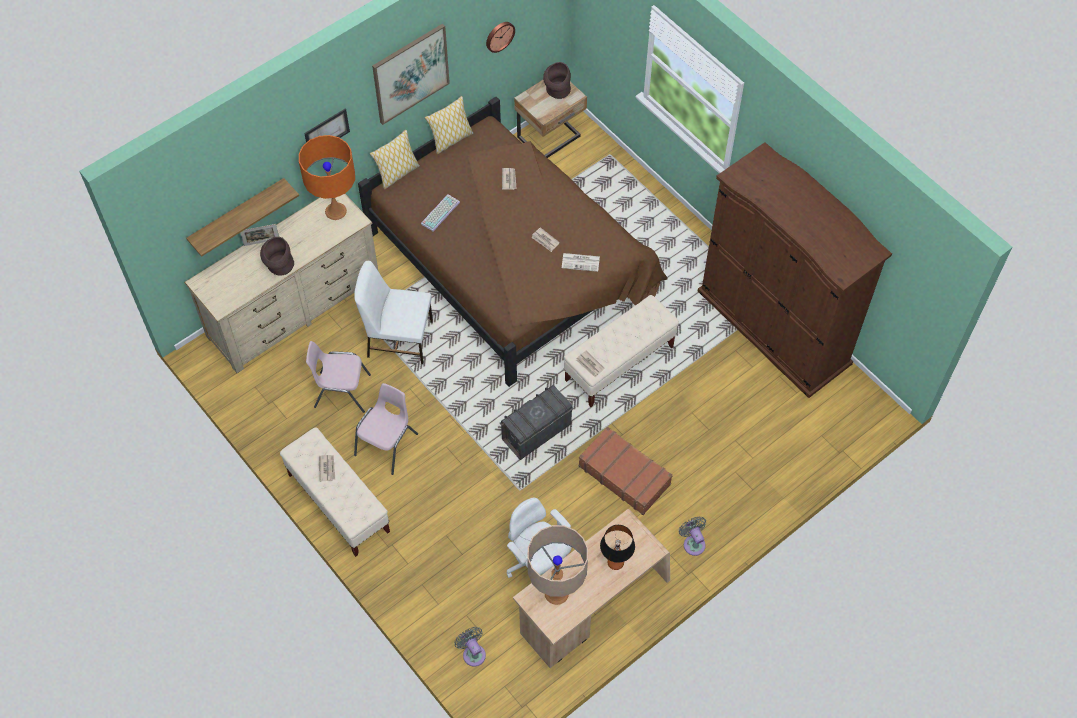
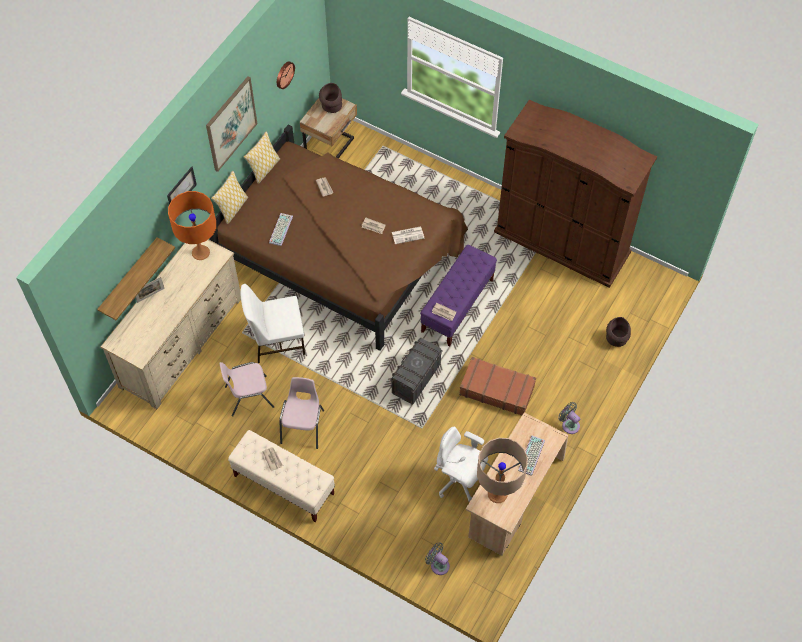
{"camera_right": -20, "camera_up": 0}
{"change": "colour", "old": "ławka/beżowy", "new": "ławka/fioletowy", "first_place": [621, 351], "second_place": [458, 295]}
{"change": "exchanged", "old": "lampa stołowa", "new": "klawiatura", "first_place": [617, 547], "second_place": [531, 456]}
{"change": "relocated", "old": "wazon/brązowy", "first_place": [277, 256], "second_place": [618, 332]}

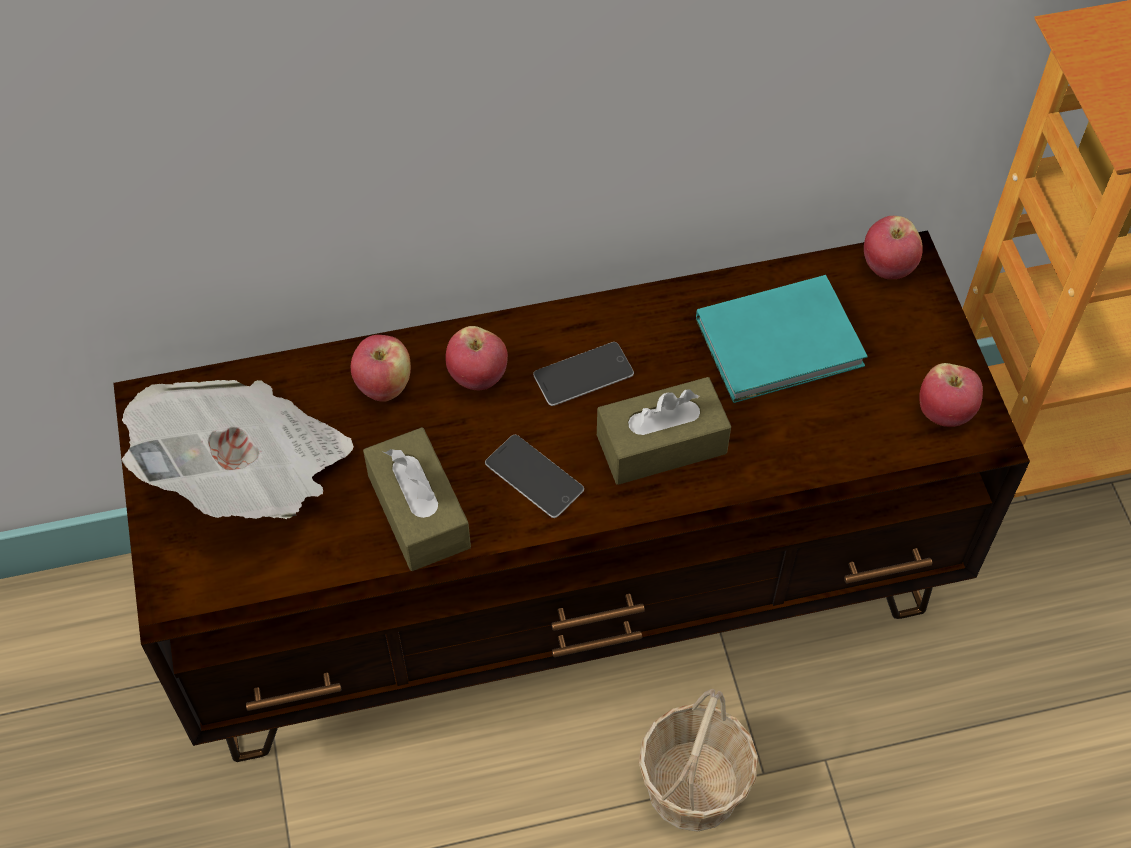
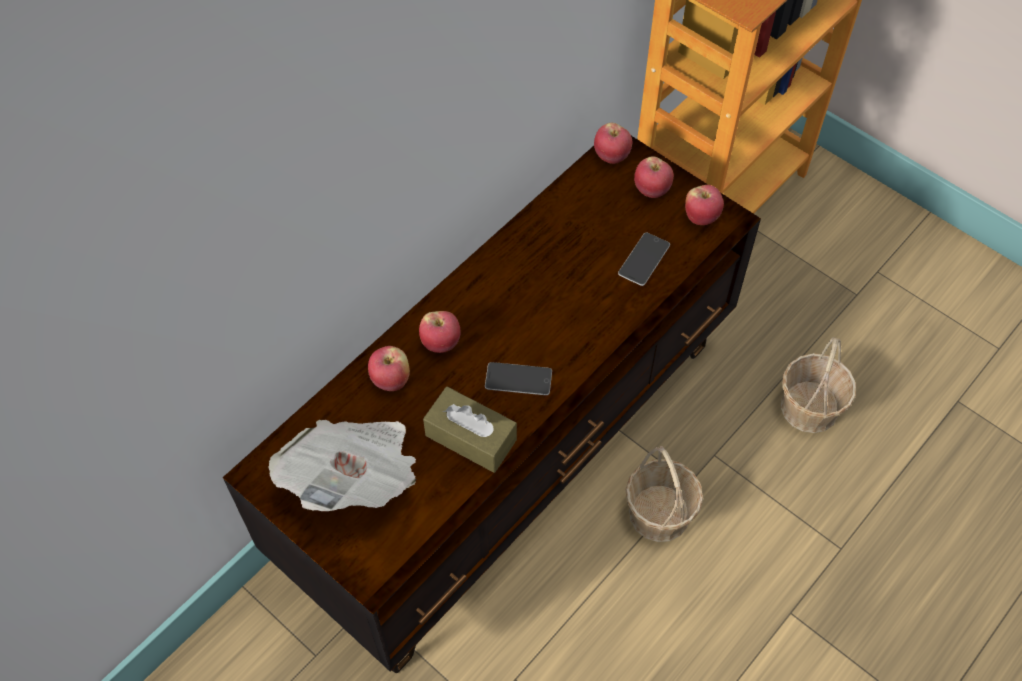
{"camera_right": -35, "camera_up": 0}
{"change": "relocated", "old": "telefon", "first_place": [583, 374], "second_place": [644, 259]}
{"change": "appeared", "new": "jabłko", "second_place": [654, 177]}
{"change": "appeared", "new": "koszyk", "second_place": [818, 385]}
{"change": "missing", "old": "pudełko chusteczek/brązowy", "first_place": [664, 431]}
{"change": "missing", "old": "książka/turkusowy", "first_place": [782, 339]}

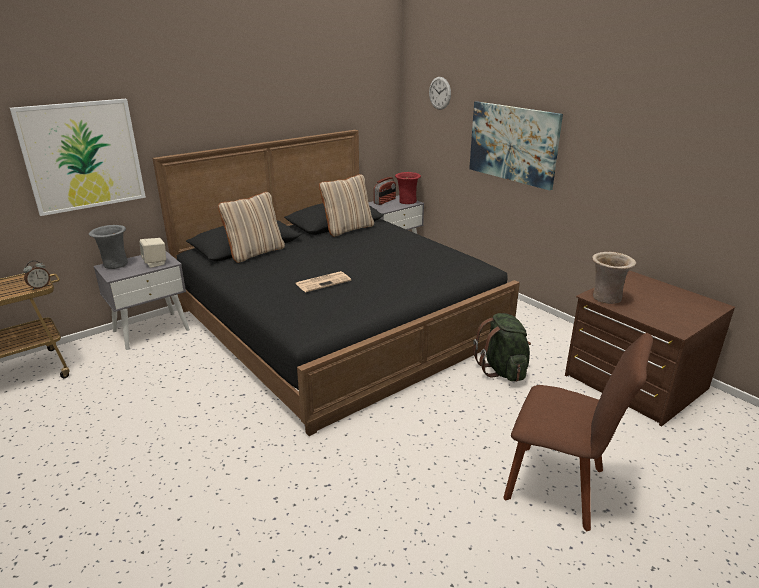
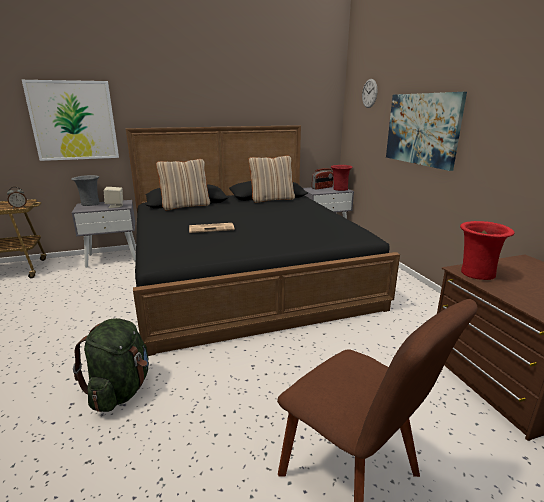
{"camera_right": 20, "camera_up": -5}
{"change": "relocated", "old": "plecak/zielony", "first_place": [502, 347], "second_place": [111, 365]}
{"change": "colour", "old": "wazon/beżowy", "new": "wazon/czerwony", "first_place": [614, 278], "second_place": [487, 250]}

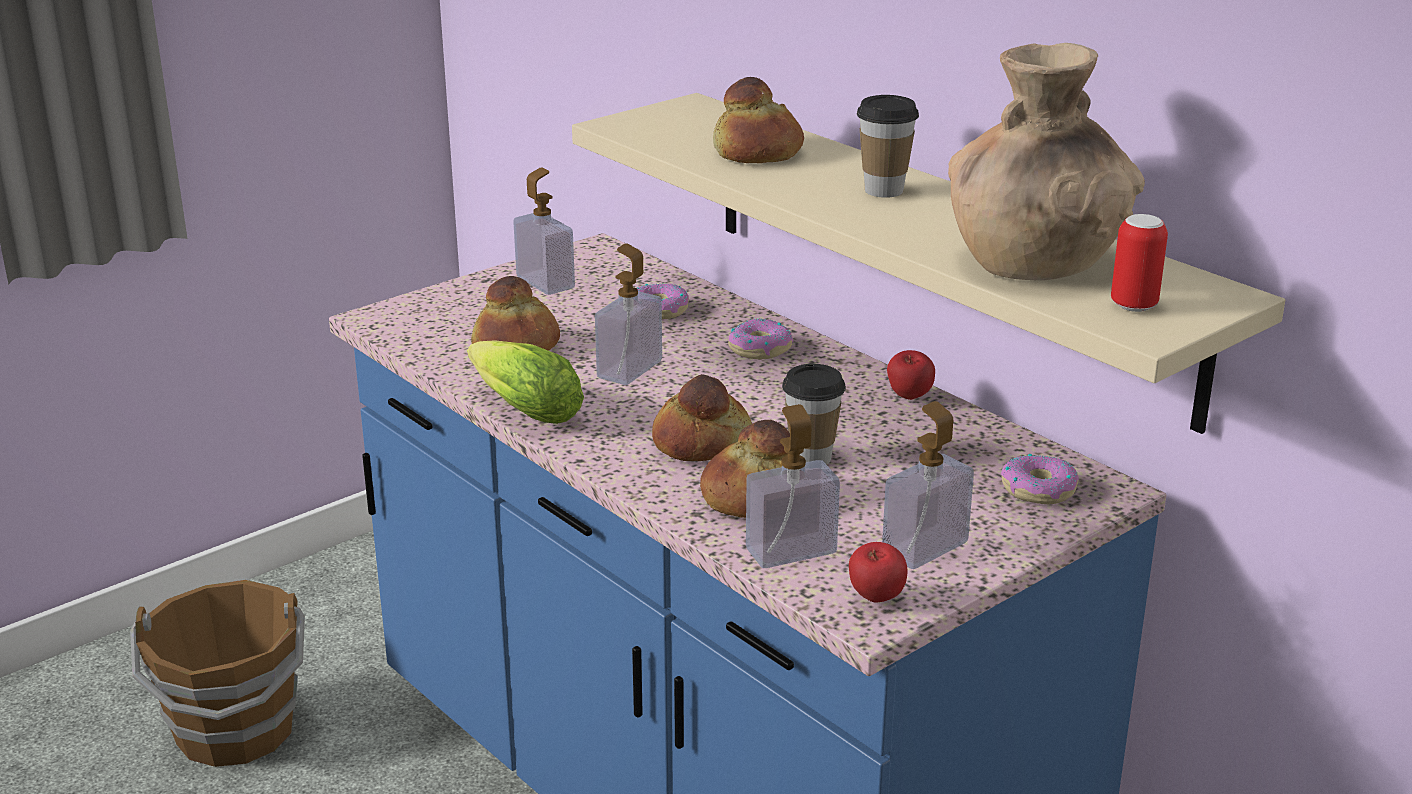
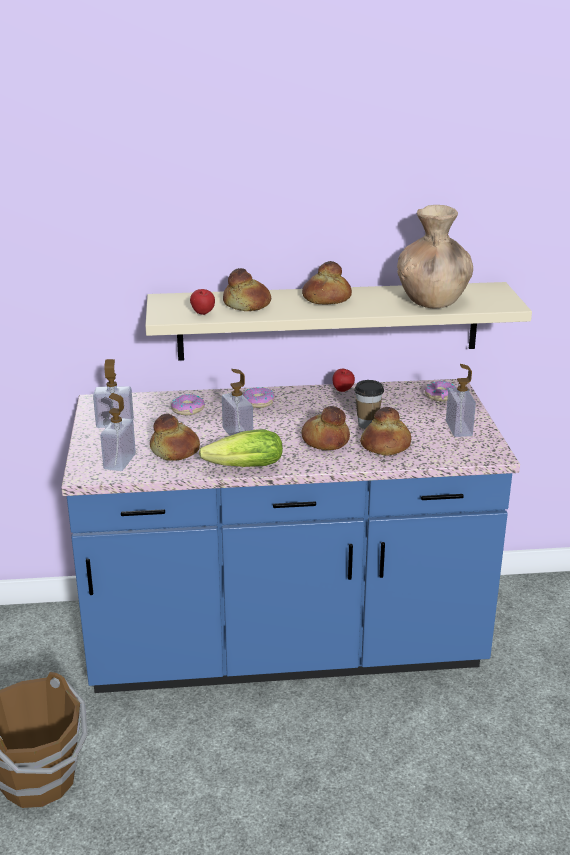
{"camera_right": -55, "camera_up": 0}
{"change": "relocated", "old": "dozownik mydła", "first_place": [793, 486], "second_place": [118, 432]}
{"change": "relocated", "old": "jabłko", "first_place": [878, 572], "second_place": [202, 302]}
{"change": "exchanged", "old": "filiżanka", "new": "chleb", "first_place": [888, 146], "second_place": [327, 282]}
{"change": "missing", "old": "puszka", "first_place": [1139, 263]}

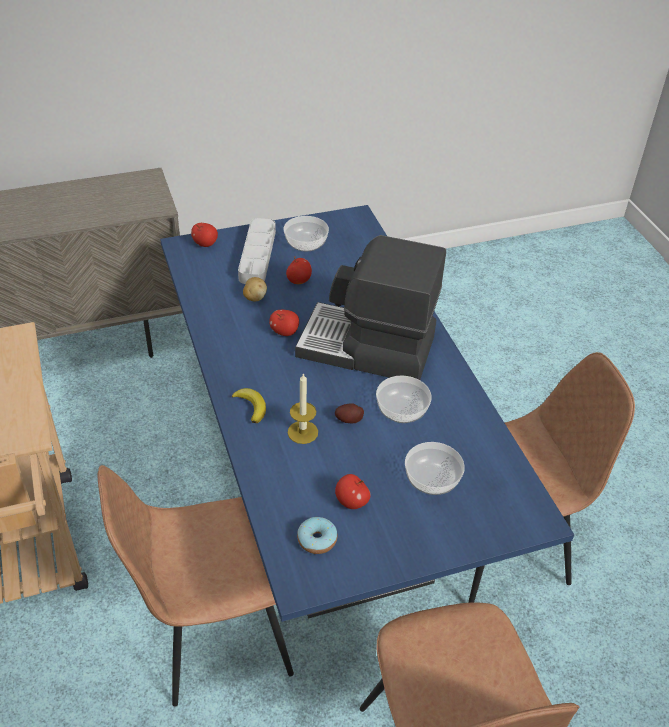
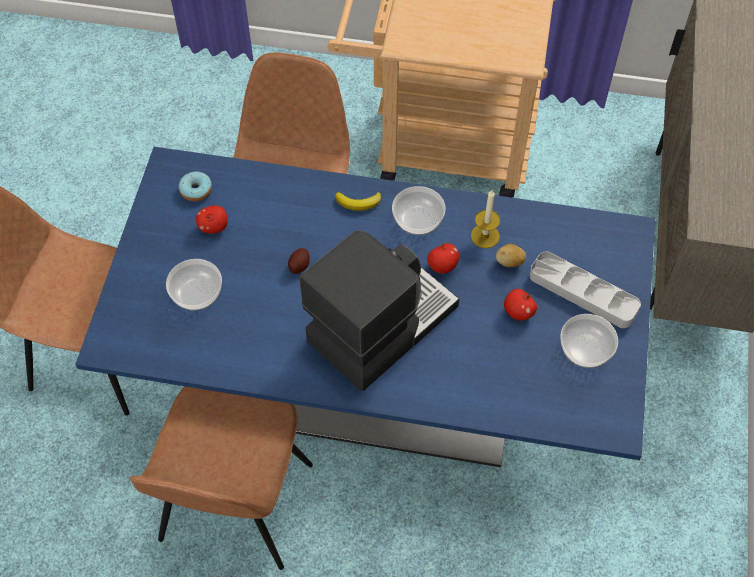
{"camera_right": 120, "camera_up": 15}
{"change": "relocated", "old": "miska", "first_place": [404, 399], "second_place": [419, 210]}
{"change": "relocated", "old": "świeca", "first_place": [303, 408], "second_place": [485, 219]}
{"change": "missing", "old": "jabłko", "first_place": [204, 235]}

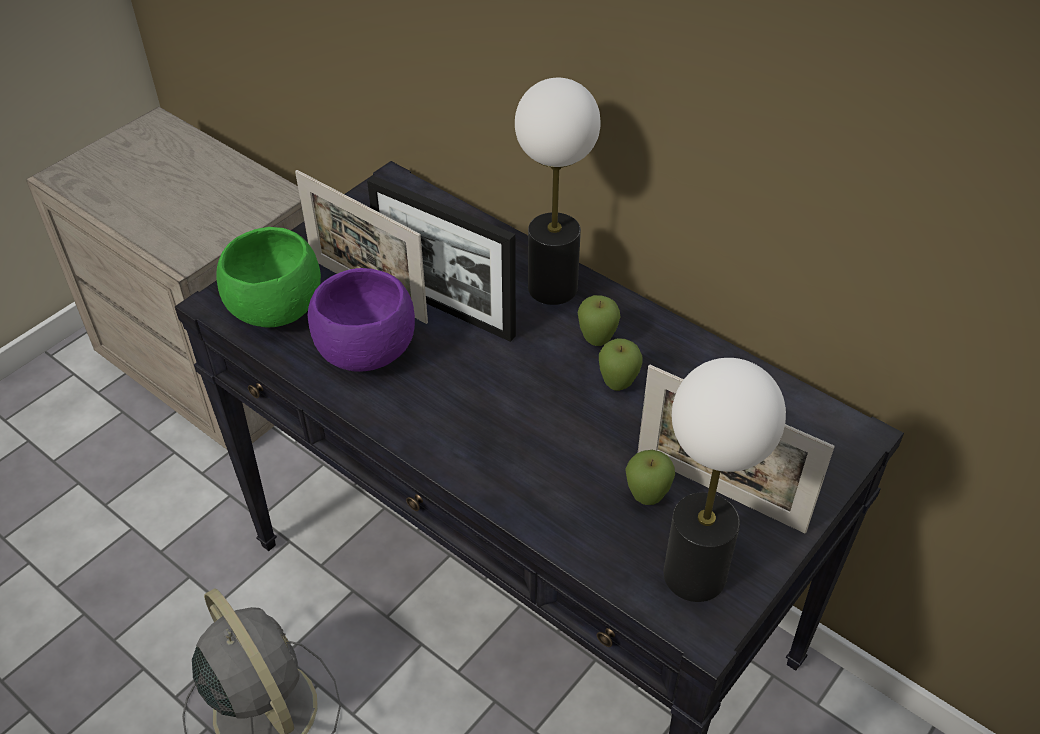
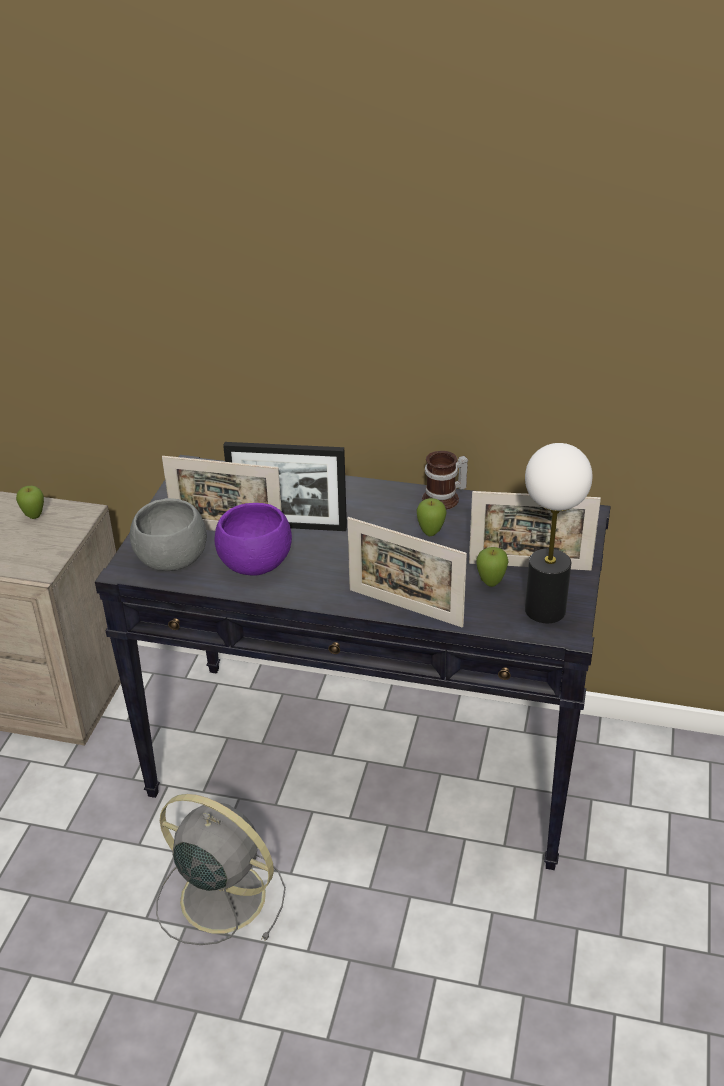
{"camera_right": -25, "camera_up": -10}
{"change": "relocated", "old": "jabłko", "first_place": [599, 320], "second_place": [30, 502]}
{"change": "colour", "old": "miska/zielony", "new": "miska/szary", "first_place": [269, 277], "second_place": [168, 534]}
{"change": "appeared", "new": "ramka na zdjęcie", "second_place": [407, 572]}
{"change": "appeared", "new": "kubek", "second_place": [445, 480]}
{"change": "missing", "old": "lampa stołowa", "first_place": [558, 191]}

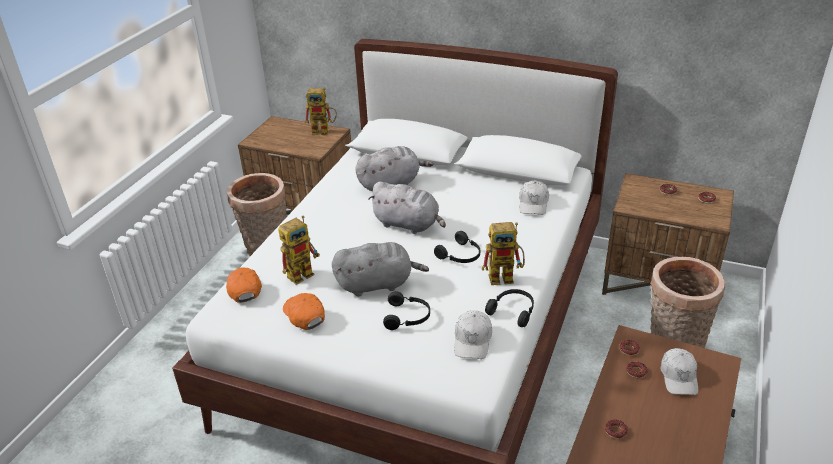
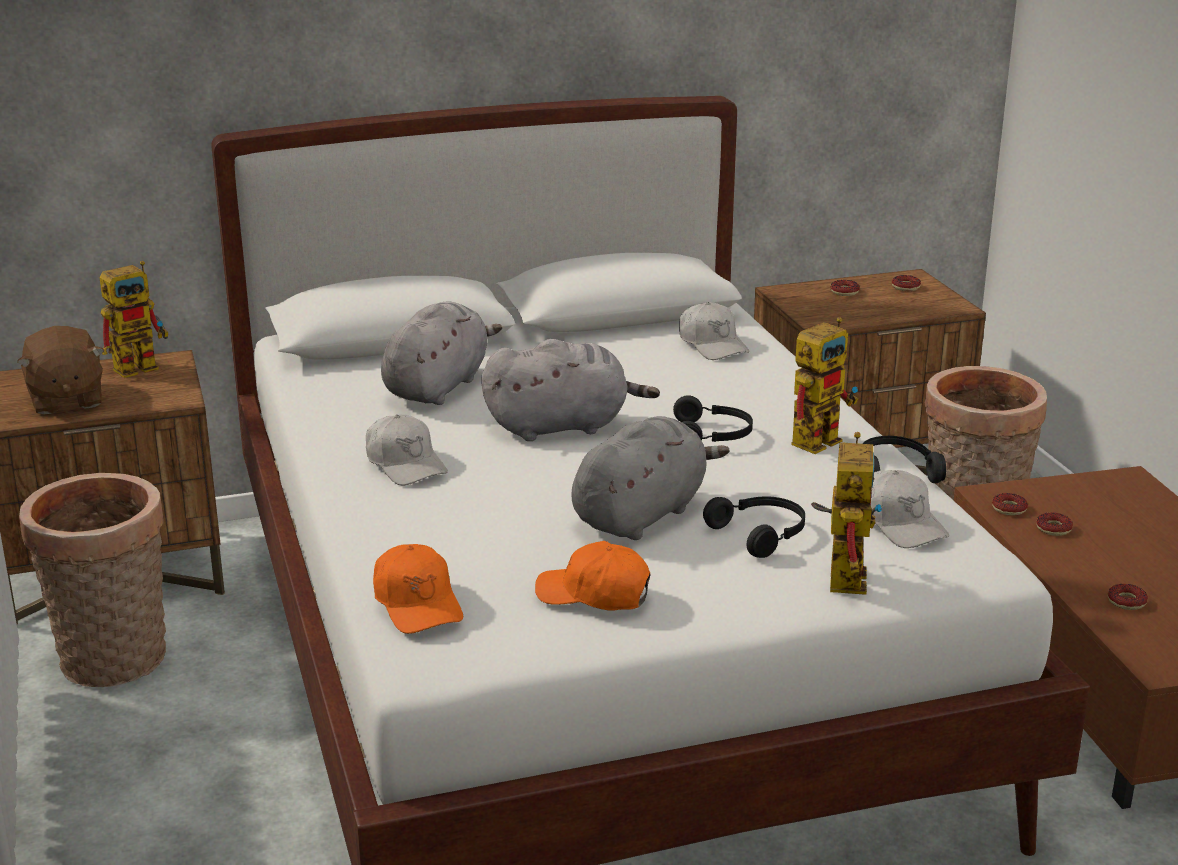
{"camera_right": -40, "camera_up": -10}
{"change": "appeared", "new": "pluszak/brązowy", "second_place": [61, 370]}
{"change": "relocated", "old": "czapka z daszkiem/biały", "first_place": [679, 371], "second_place": [407, 450]}
{"change": "spun", "old": "czapka z daszkiem/pomarańczowy", "first_place": [244, 285], "second_place": [418, 589], "degrees": -150}
{"change": "relocated", "old": "robot zabawkowy", "first_place": [299, 250], "second_place": [847, 513]}

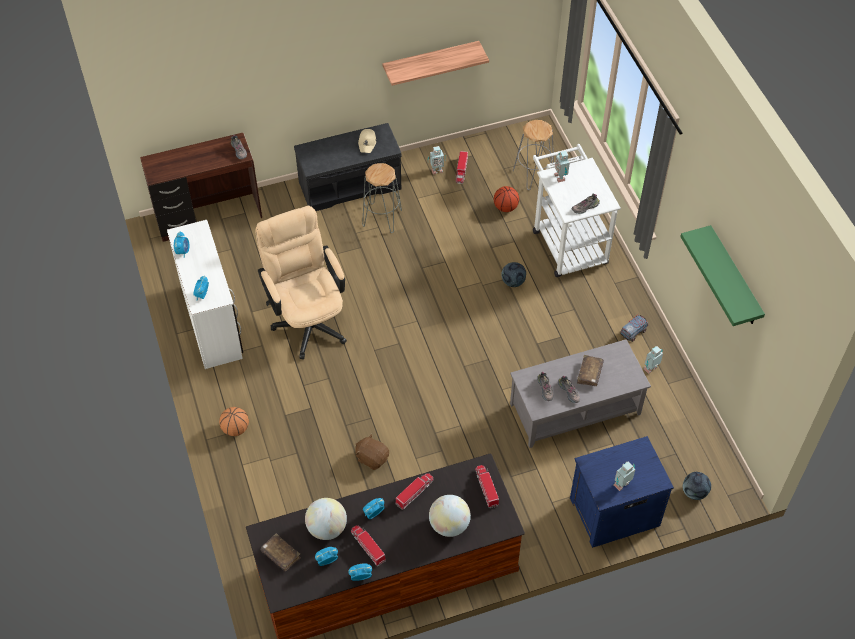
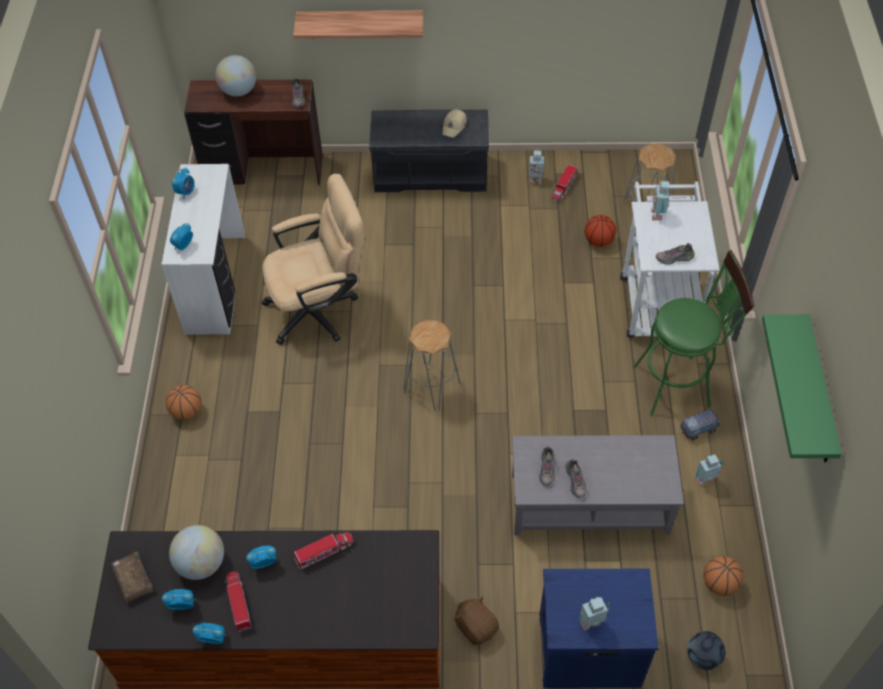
{"camera_right": 20, "camera_up": 0}
{"change": "relocated", "old": "globus", "first_place": [450, 516], "second_place": [235, 76]}
{"change": "spun", "old": "krzesło biurowe/beżowy", "first_place": [301, 283], "second_place": [313, 259], "degrees": 75}
{"change": "relocated", "old": "półka", "first_place": [435, 63], "second_place": [358, 24]}
{"change": "relocated", "old": "stołek/szary", "first_place": [382, 198], "second_place": [432, 365]}
{"change": "relocated", "old": "pluszak/brązowy", "first_place": [372, 452], "second_place": [476, 620]}
{"change": "appeared", "new": "stołek/zielony", "second_place": [694, 333]}
{"change": "appeared", "new": "piłka do koszykówki", "second_place": [723, 576]}
{"change": "missing", "old": "ciężarówka zabawkowa", "first_place": [487, 486]}
{"change": "missing", "old": "piłka futbolowa", "first_place": [514, 274]}
{"change": "missing", "old": "książka/brązowy", "first_place": [590, 370]}

